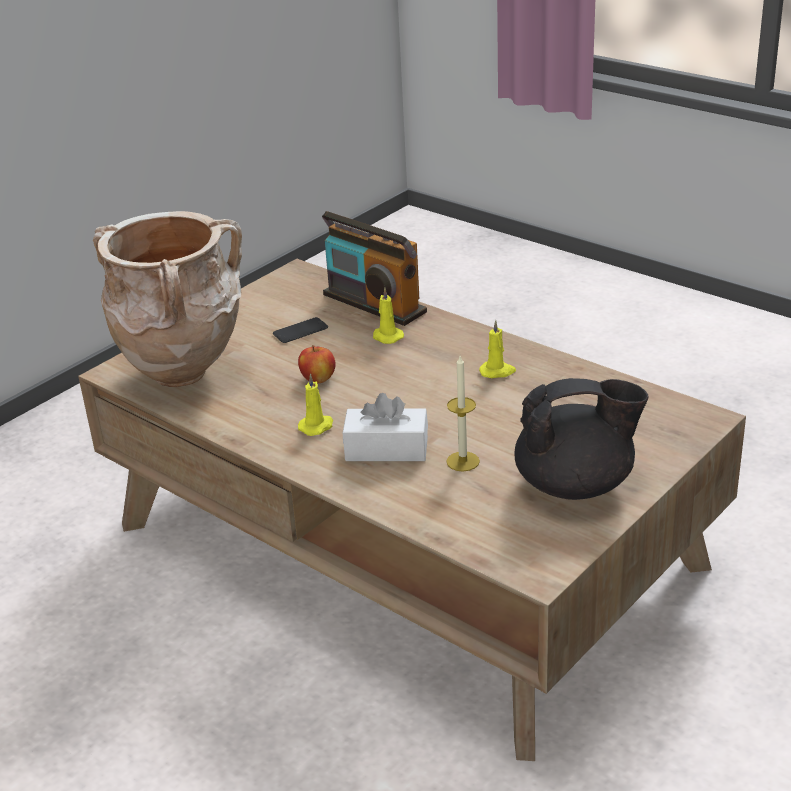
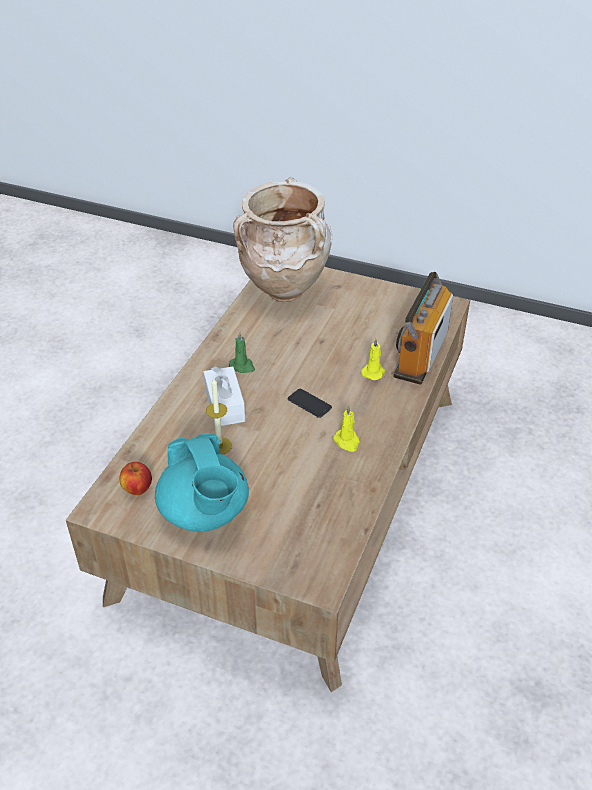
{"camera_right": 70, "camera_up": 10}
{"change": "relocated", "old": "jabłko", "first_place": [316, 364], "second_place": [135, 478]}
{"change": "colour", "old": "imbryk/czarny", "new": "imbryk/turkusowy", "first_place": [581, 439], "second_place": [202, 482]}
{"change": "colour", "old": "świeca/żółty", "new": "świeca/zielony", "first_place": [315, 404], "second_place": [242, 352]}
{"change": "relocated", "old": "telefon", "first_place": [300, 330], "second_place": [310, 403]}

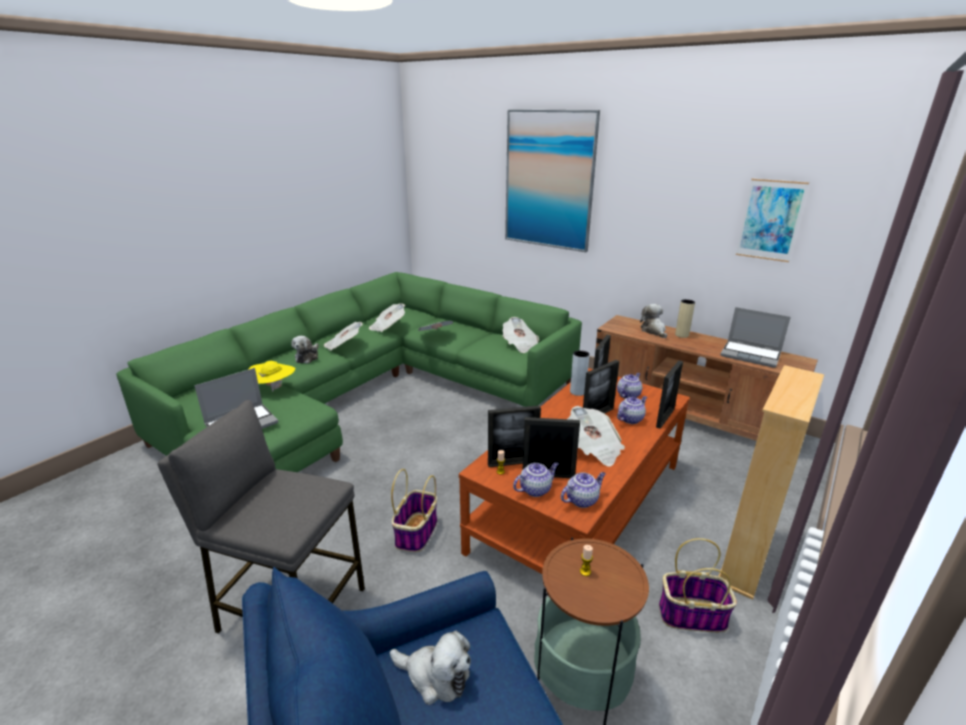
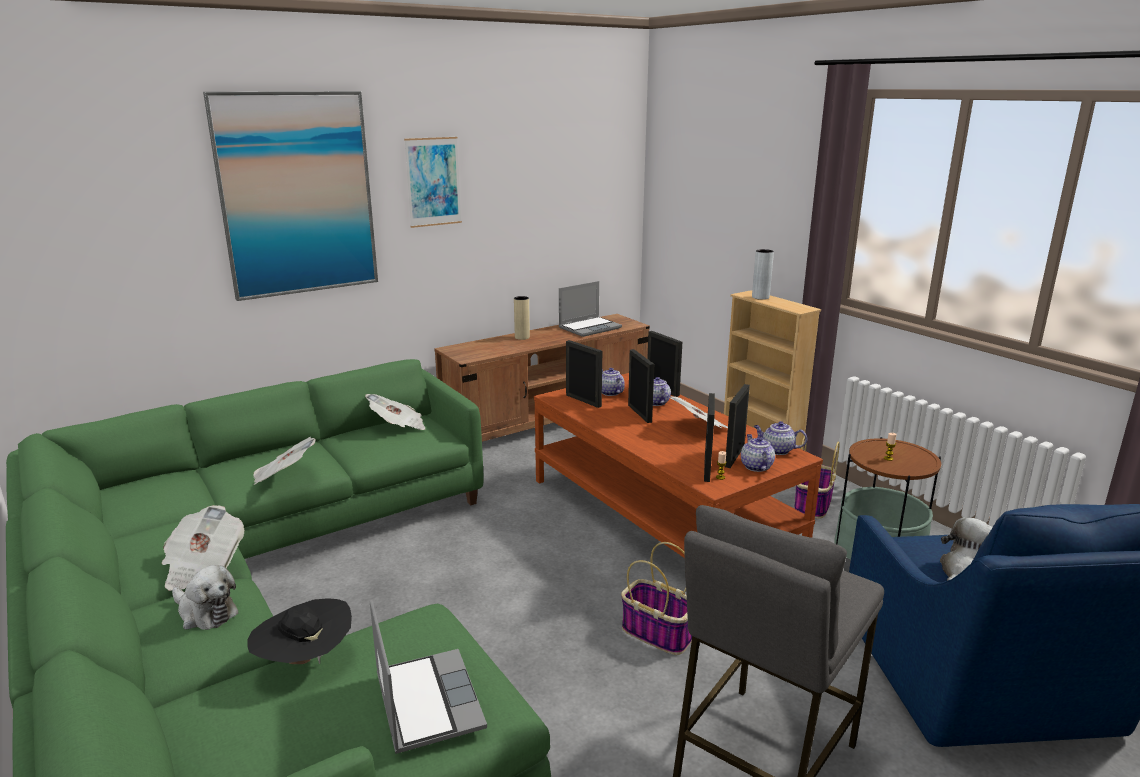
{"camera_right": -70, "camera_up": -5}
{"change": "colour", "old": "kapelusz/żółty", "new": "kapelusz/czarny", "first_place": [271, 376], "second_place": [299, 631]}
{"change": "relocated", "old": "obraz", "first_place": [772, 220], "second_place": [433, 182]}
{"change": "relocated", "old": "wazon/szary", "first_place": [580, 373], "second_place": [763, 274]}
{"change": "spun", "old": "imbryk", "first_place": [583, 490], "second_place": [780, 438], "degrees": -60}
{"change": "missing", "old": "gazeta", "first_place": [387, 317]}
{"change": "missing", "old": "pluszak", "first_place": [653, 321]}

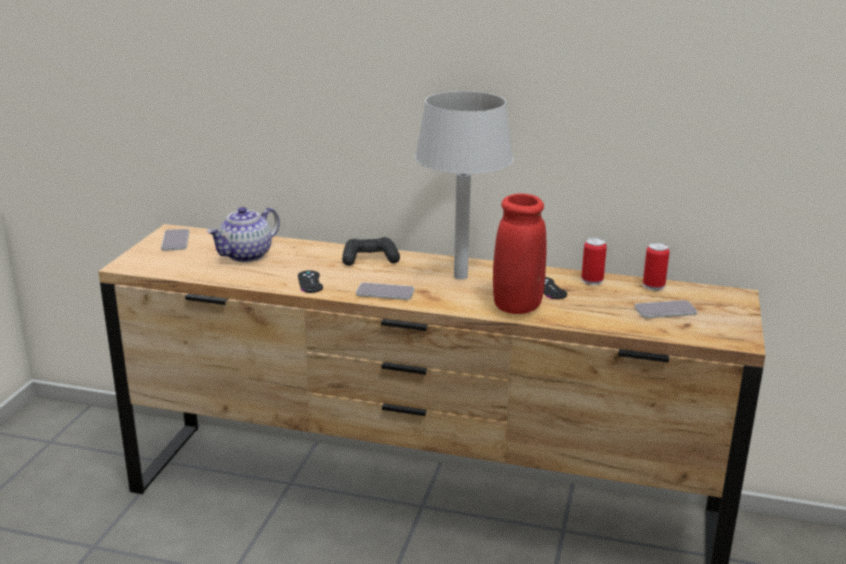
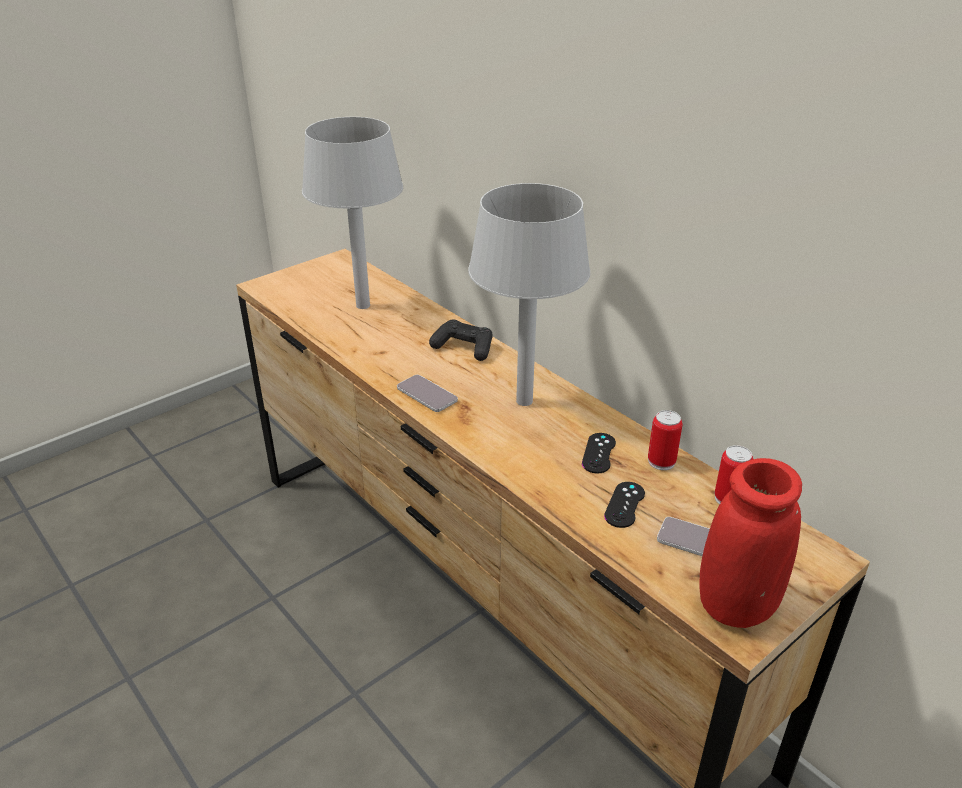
{"camera_right": 35, "camera_up": 10}
{"change": "exchanged", "old": "imbryk", "new": "lampa stołowa/szary", "first_place": [243, 234], "second_place": [352, 213]}
{"change": "relocated", "old": "pad do gier/czarny", "first_place": [310, 281], "second_place": [624, 505]}
{"change": "relocated", "old": "wazon/czerwony", "first_place": [519, 254], "second_place": [751, 543]}
{"change": "missing", "old": "telefon", "first_place": [175, 240]}

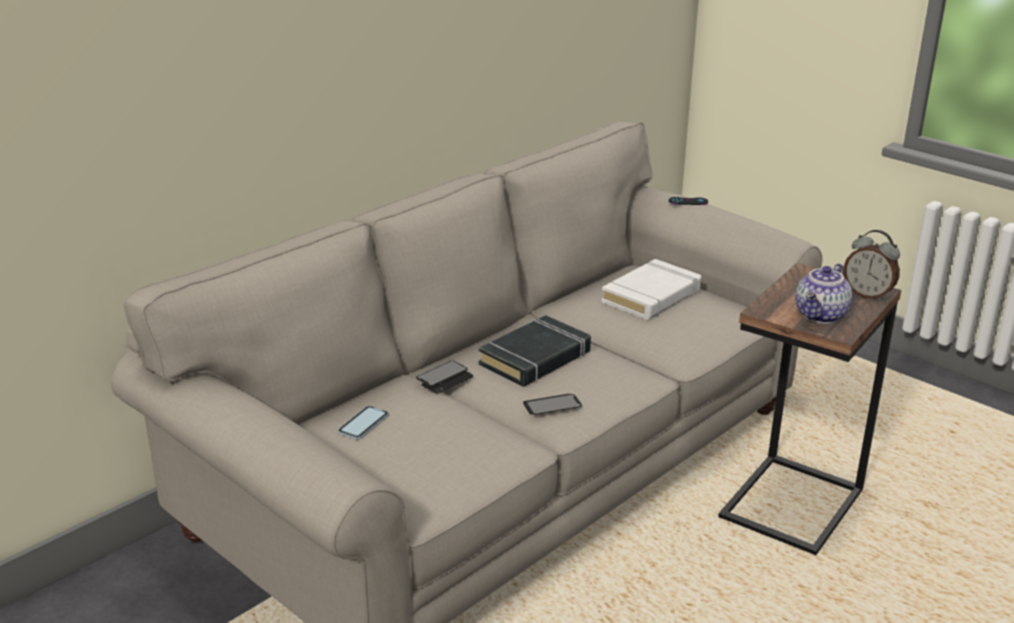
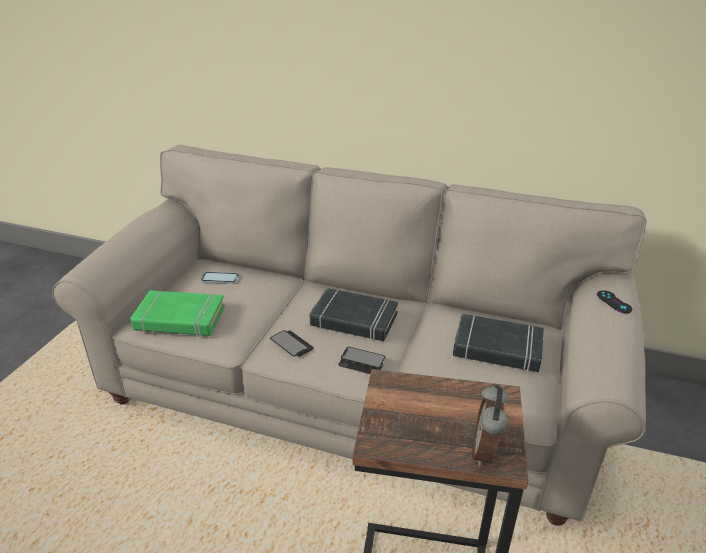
{"camera_right": 65, "camera_up": 5}
{"change": "appeared", "new": "książka/zielony", "second_place": [177, 313]}
{"change": "relocated", "old": "telefon", "first_place": [444, 377], "second_place": [361, 360]}
{"change": "colour", "old": "książka/biały", "new": "książka/czarny", "first_place": [651, 289], "second_place": [498, 343]}
{"change": "missing", "old": "imbryk", "first_place": [823, 293]}

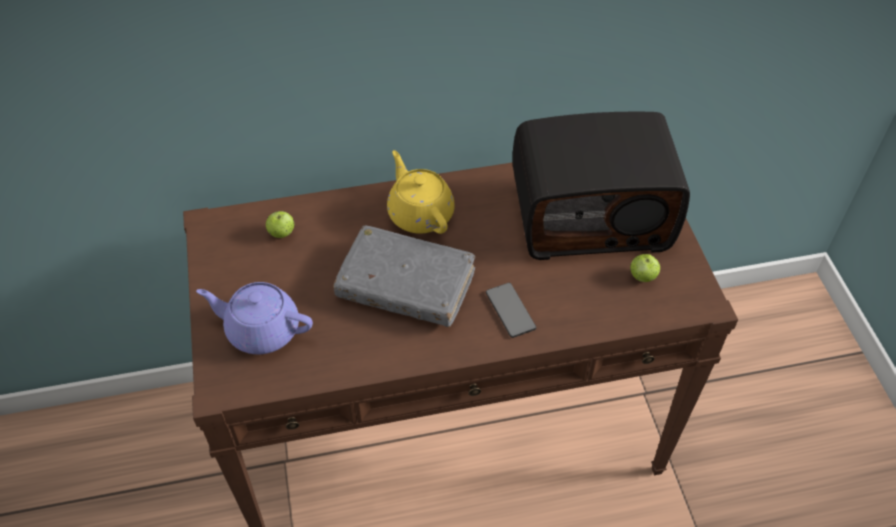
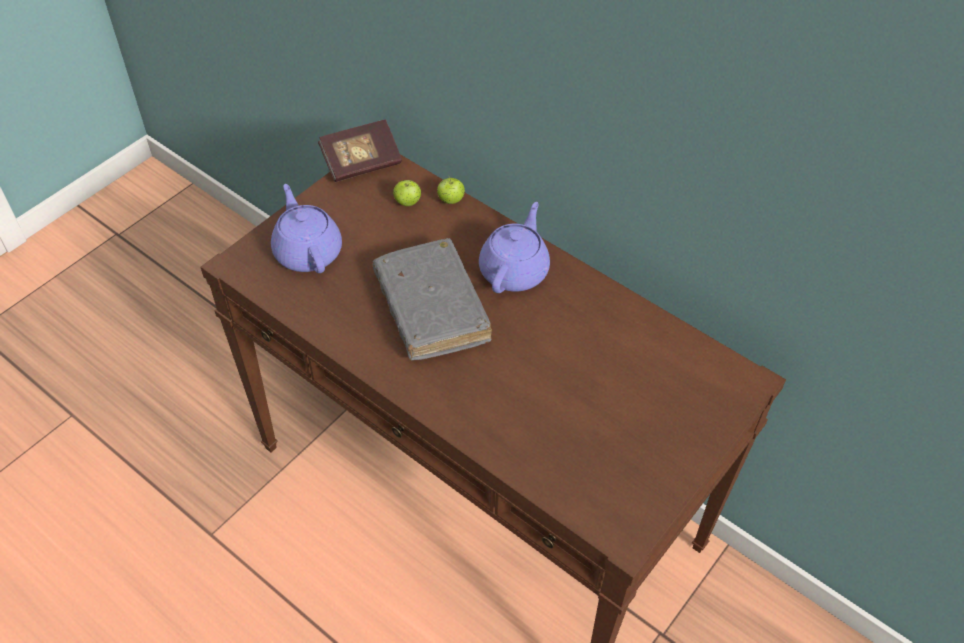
{"camera_right": 50, "camera_up": 0}
{"change": "appeared", "new": "książka", "second_place": [360, 150]}
{"change": "relocated", "old": "jabłko", "first_place": [645, 268], "second_place": [451, 189]}
{"change": "colour", "old": "imbryk/żółty", "new": "imbryk/fioletowy", "first_place": [421, 192], "second_place": [514, 247]}
{"change": "missing", "old": "telefon", "first_place": [511, 310]}
{"change": "missing", "old": "radio", "first_place": [601, 185]}

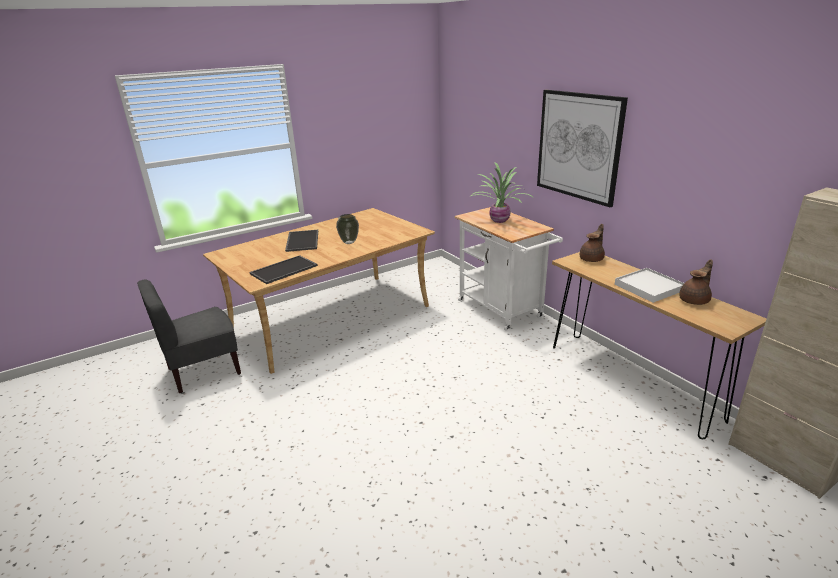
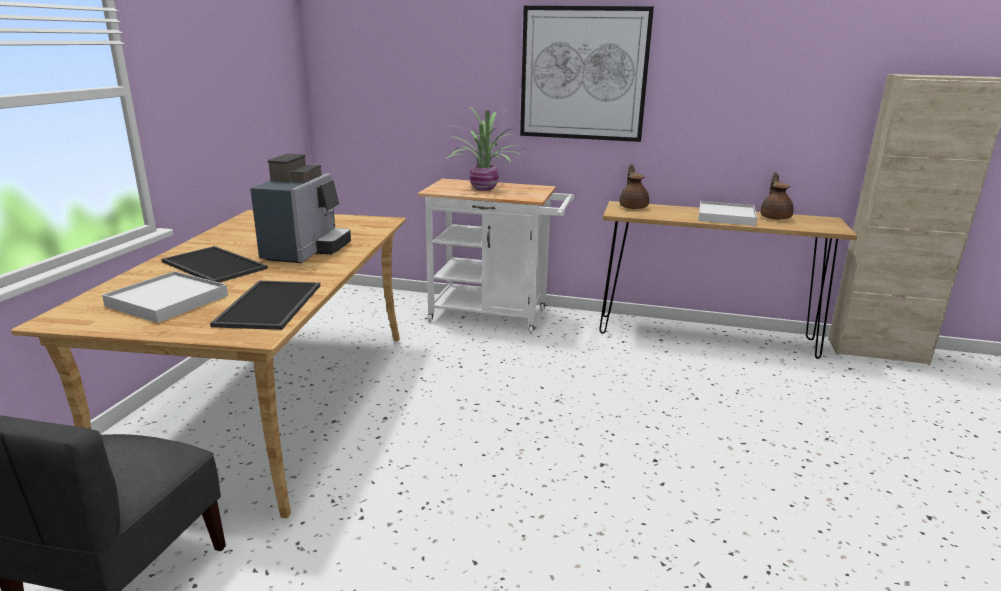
{"camera_right": -45, "camera_up": -5}
{"change": "appeared", "new": "taca/biały", "second_place": [165, 297]}
{"change": "exchanged", "old": "wazon", "new": "ekspres do kawy", "first_place": [347, 229], "second_place": [300, 208]}

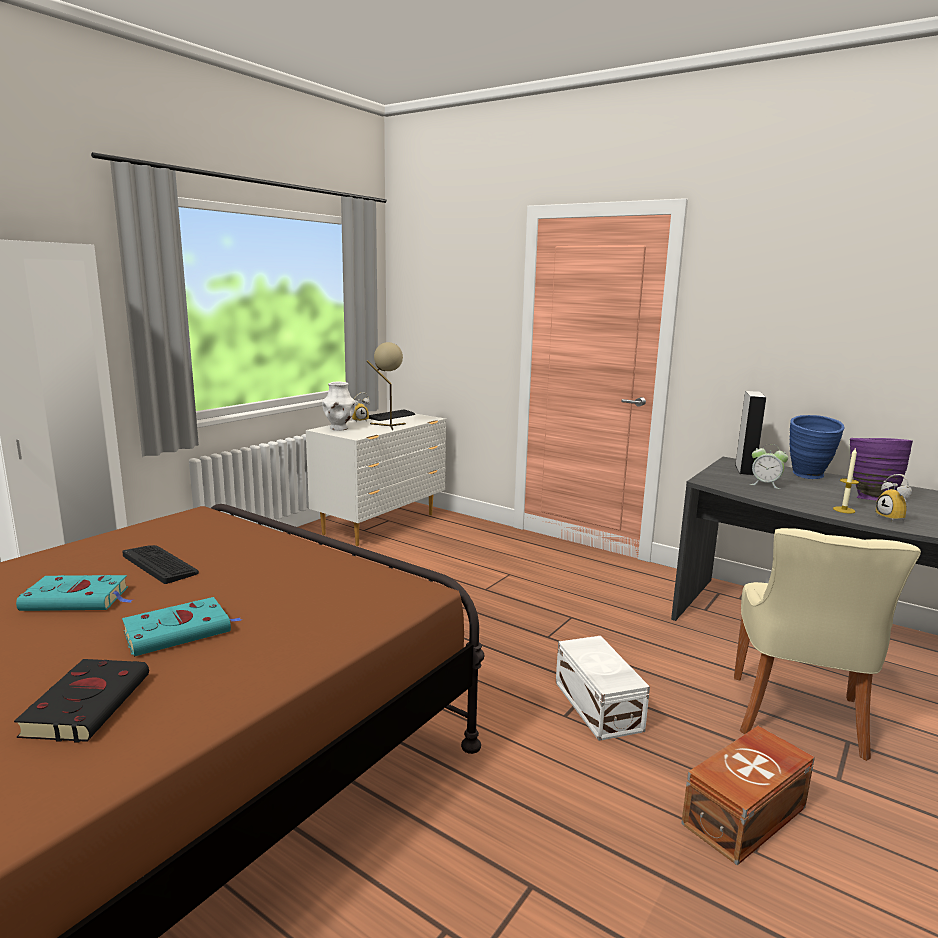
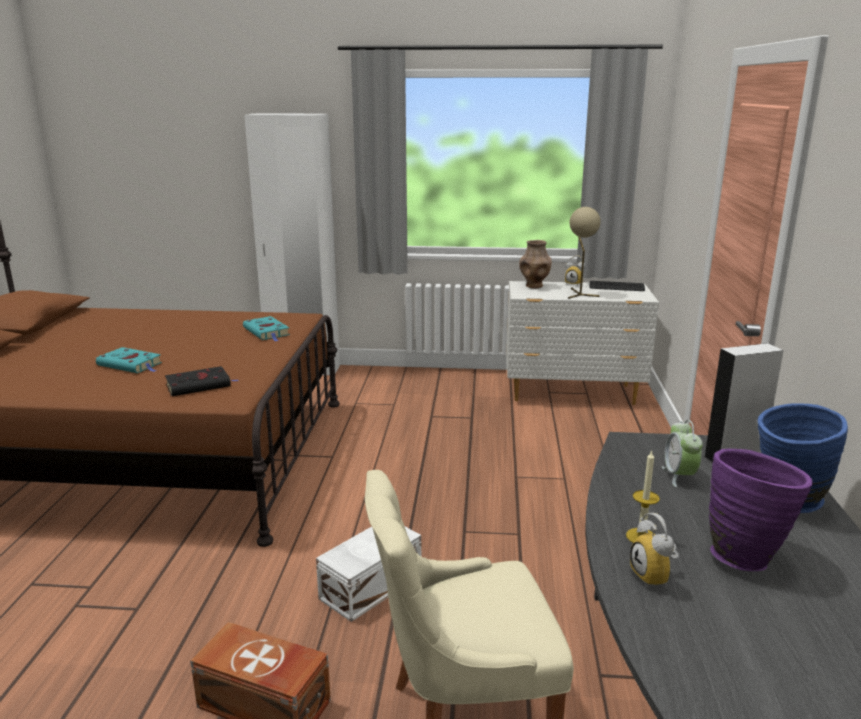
{"camera_right": 60, "camera_up": 5}
{"change": "relocated", "old": "książka/czarny", "first_place": [81, 701], "second_place": [201, 381]}
{"change": "relocated", "old": "książka/turkusowy", "first_place": [74, 593], "second_place": [266, 328]}
{"change": "colour", "old": "wazon/biały", "new": "wazon/brązowy", "first_place": [338, 406], "second_place": [535, 264]}
{"change": "spun", "old": "budzik", "first_place": [894, 498], "second_place": [654, 550], "degrees": -60}
{"change": "missing", "old": "klawiatura", "first_place": [160, 564]}

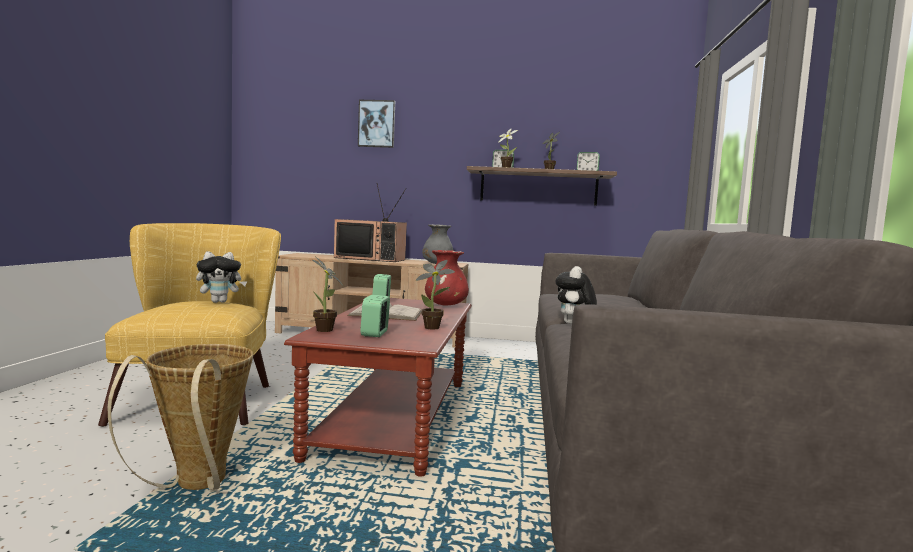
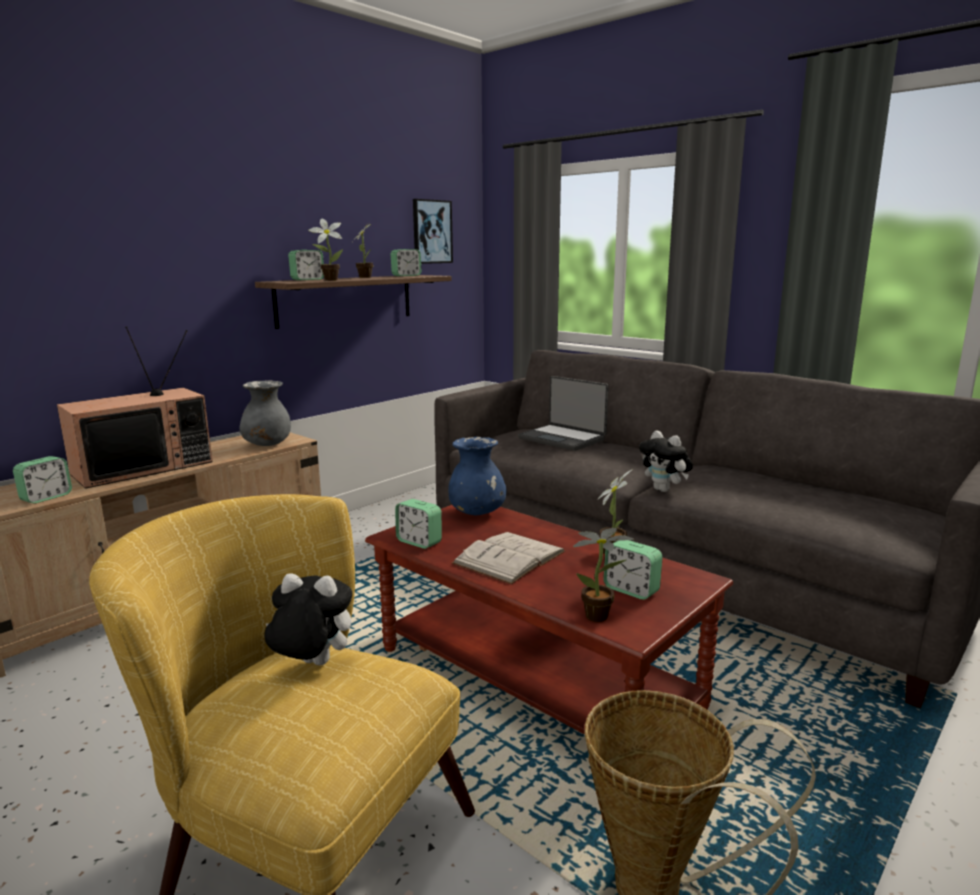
{"camera_right": -55, "camera_up": 10}
{"change": "appeared", "new": "budzik", "second_place": [42, 480]}
{"change": "spun", "old": "pluszak", "first_place": [221, 277], "second_place": [308, 620], "degrees": -90}
{"change": "relocated", "old": "obraz", "first_place": [376, 124], "second_place": [433, 231]}
{"change": "colour", "old": "wazon/czerwony", "new": "wazon/niebieski", "first_place": [447, 277], "second_place": [478, 476]}
{"change": "appeared", "new": "laptop", "second_place": [563, 413]}

